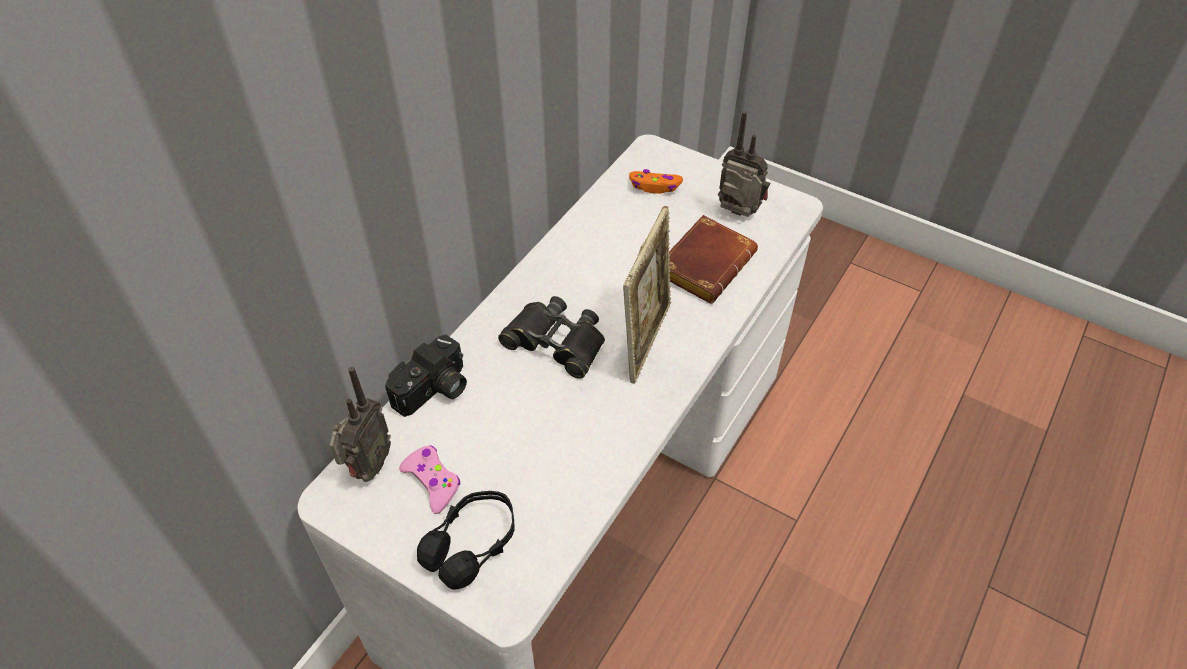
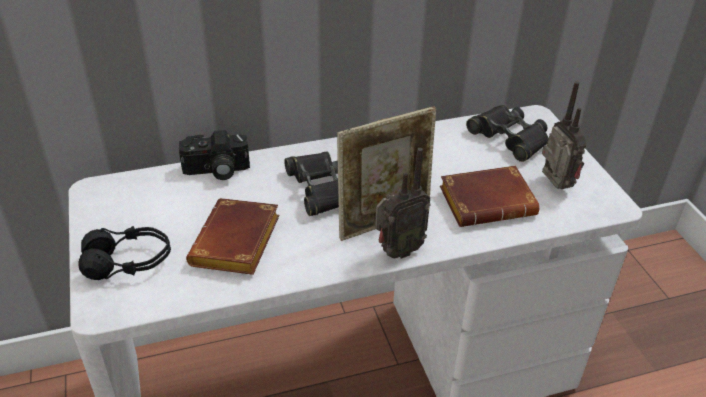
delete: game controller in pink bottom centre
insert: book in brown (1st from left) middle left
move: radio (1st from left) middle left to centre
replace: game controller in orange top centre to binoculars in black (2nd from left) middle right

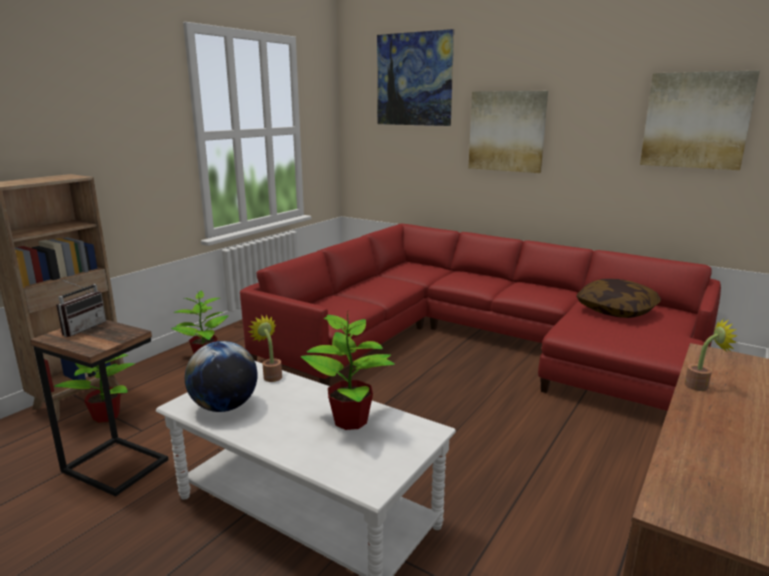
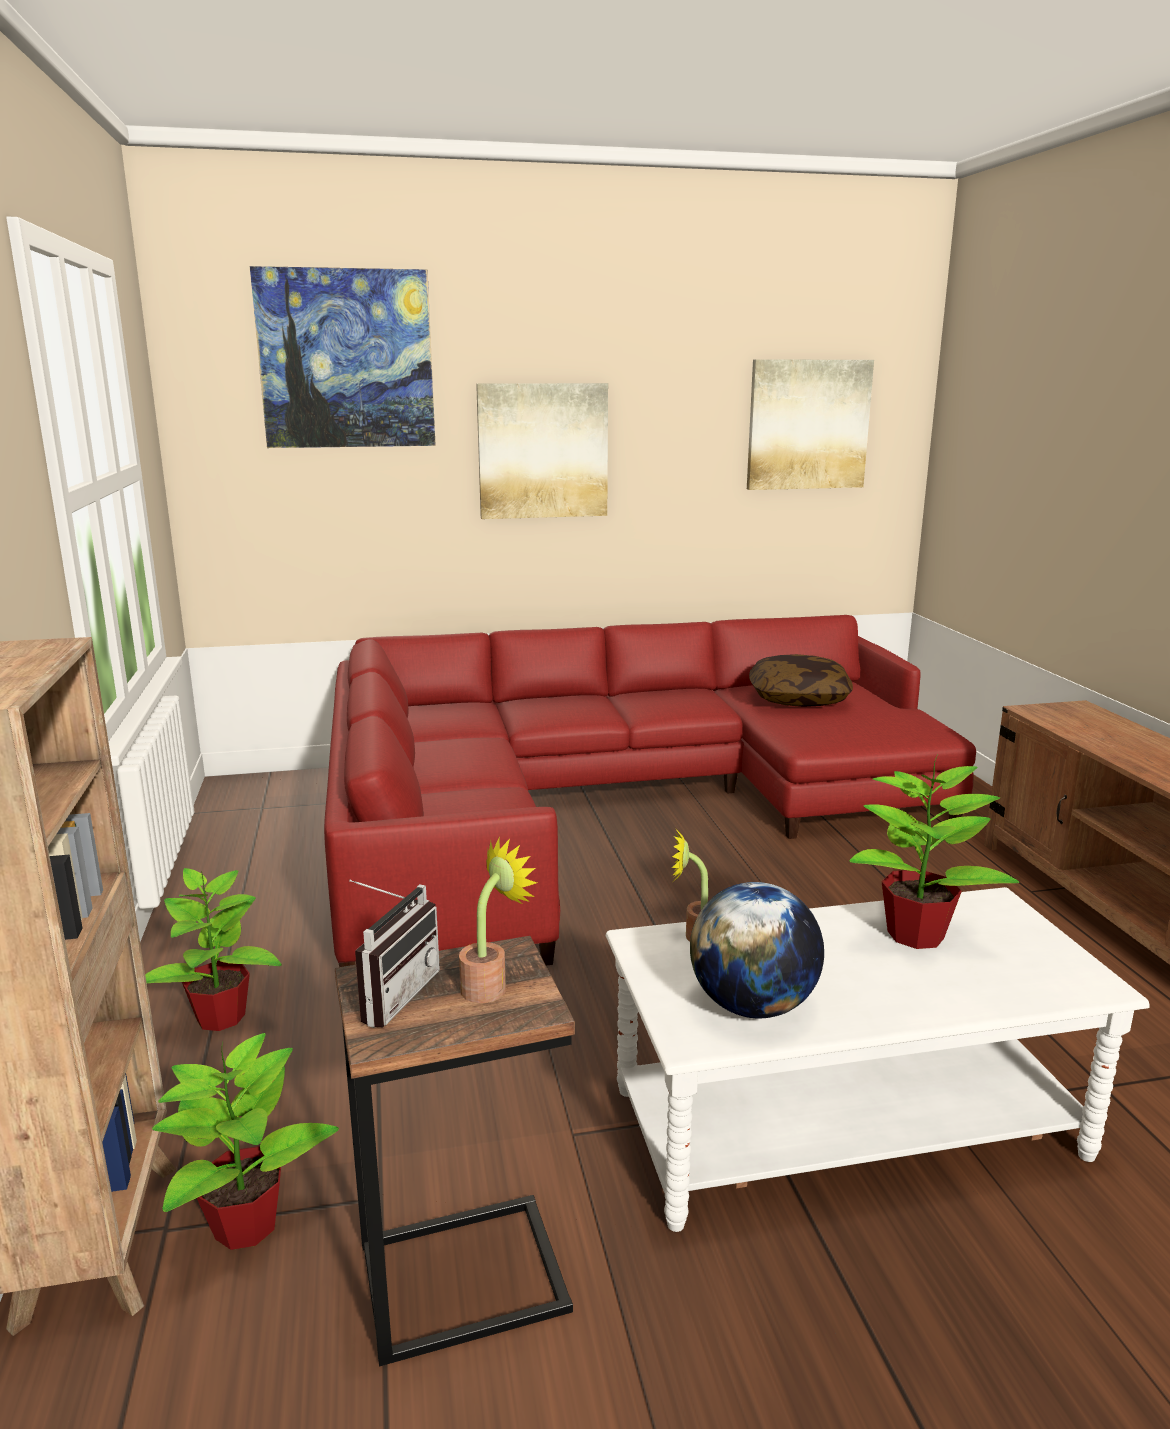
move: potted plant (5th from left in the first image) middle right to potted plant (3rd from left) centre
rotate: radio middle left = bottom centre 45 degrees clockwise

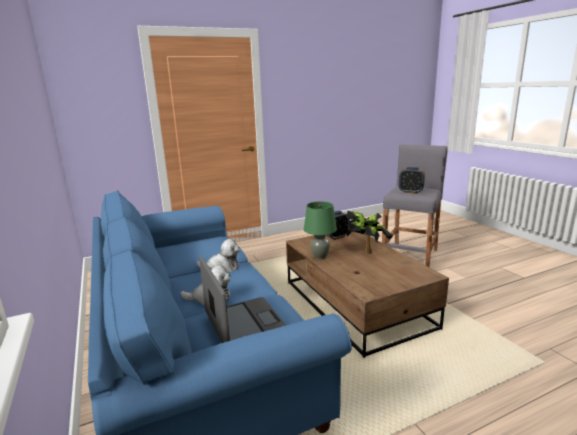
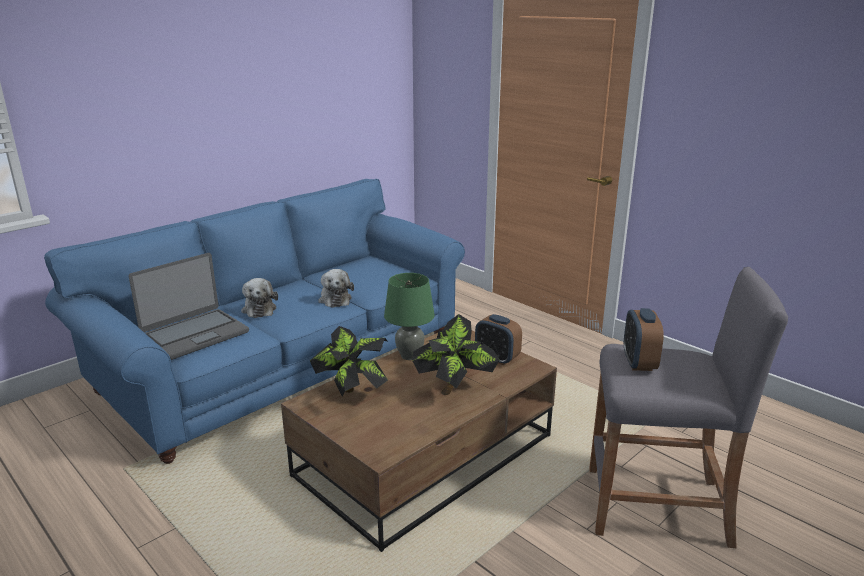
insert: potted plant (1st from left) centre

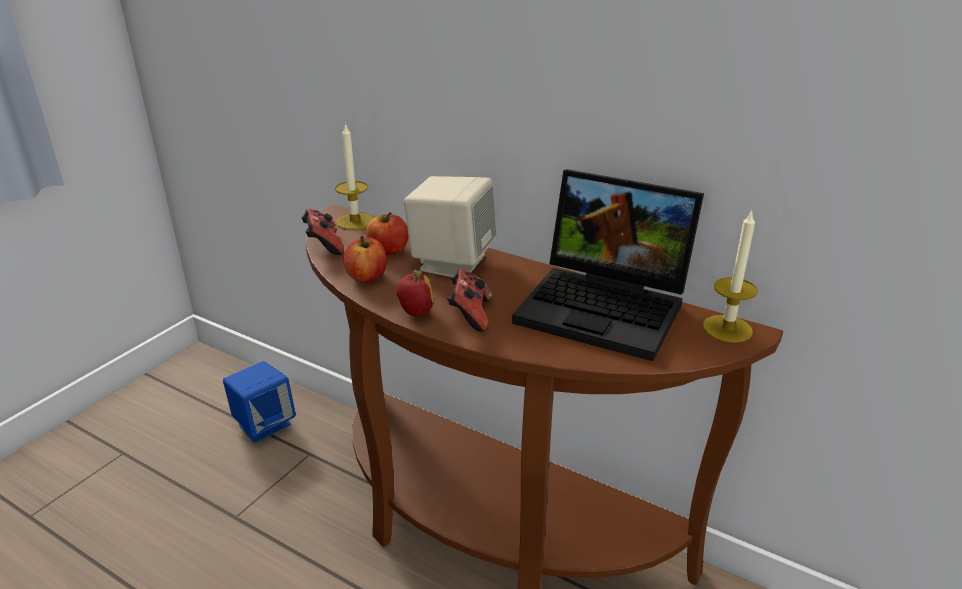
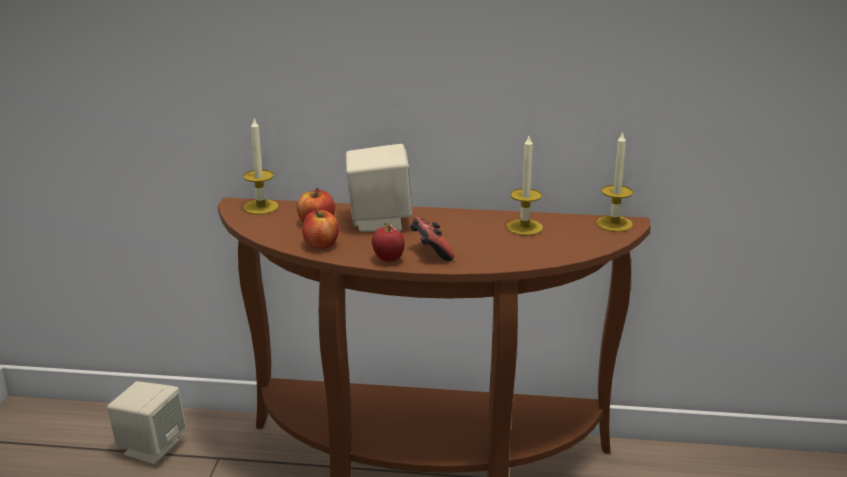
delete: game controller (1st from left) centre
replace: laptop centre to candle (2nd from left) centre
recolor: speaker in blue bottom left to speaker in beige (1st from left) bottom left

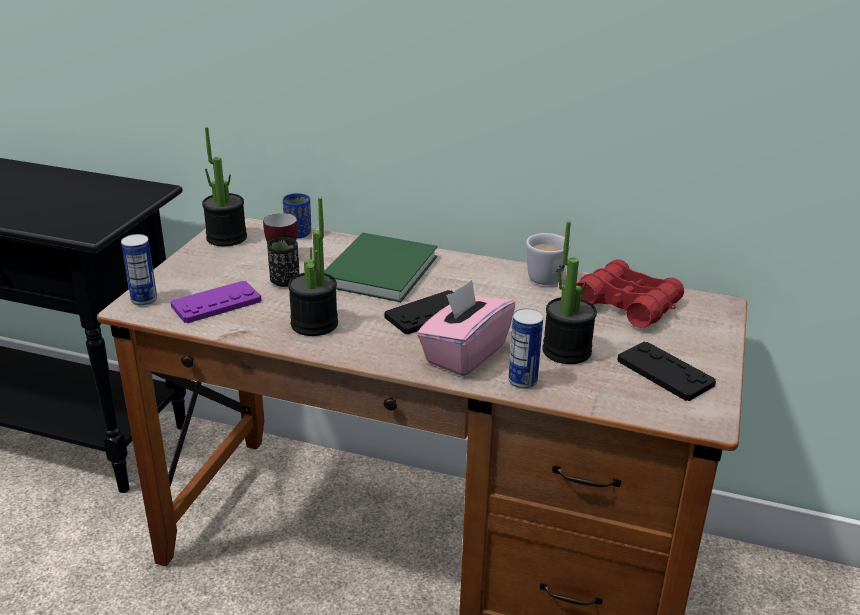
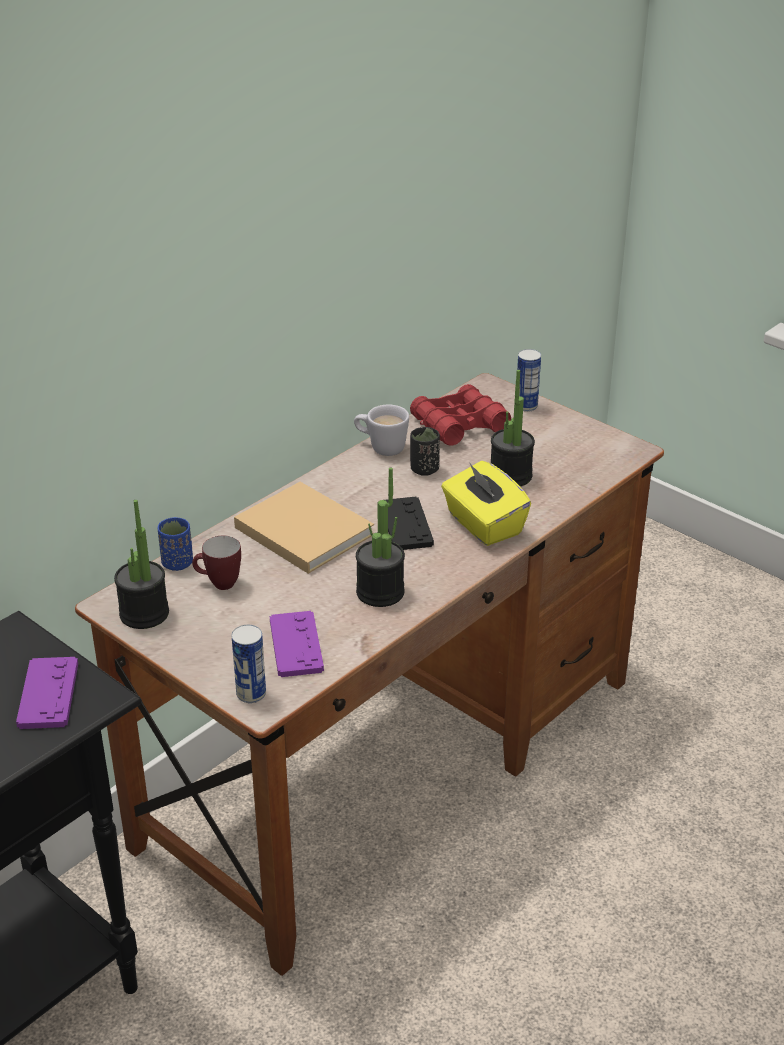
delete: game controller in black (2nd from left) middle right
insert: game controller in purple (1st from left) middle left
move: cup in black middle left to centre; can (2nd from left) centre to middle right
recolor: book in green centre to book in beige centre; tissue box in pink centre to tissue box in yellow centre

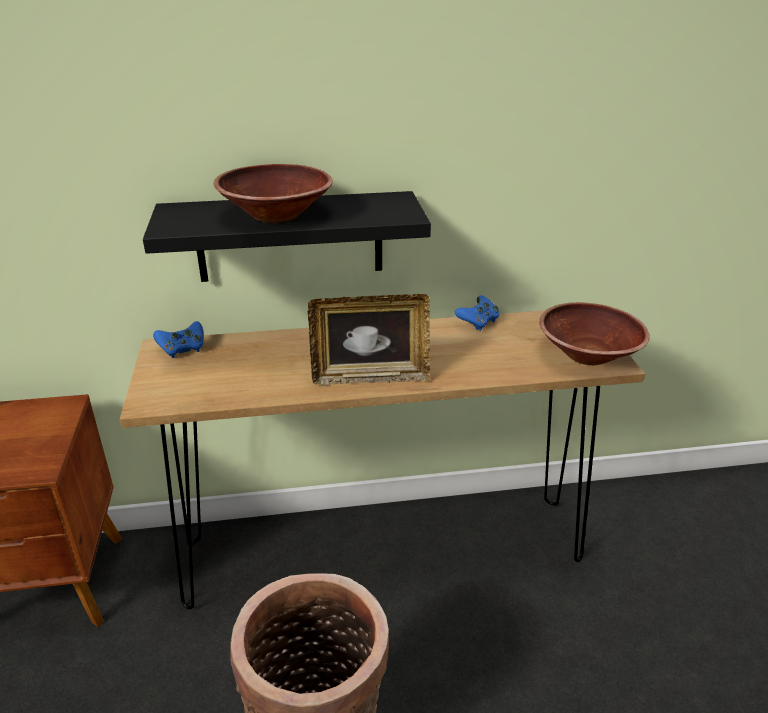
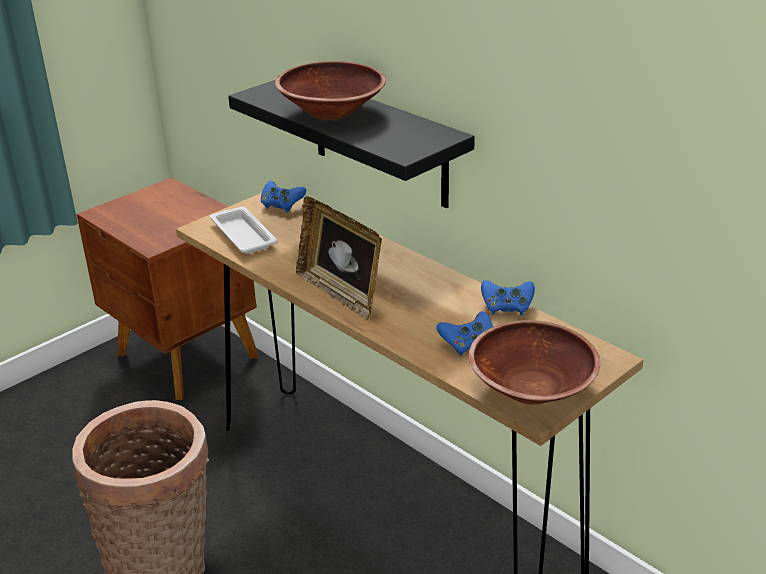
insert: tray in white middle left; game controller in blue (2nd from left) centre

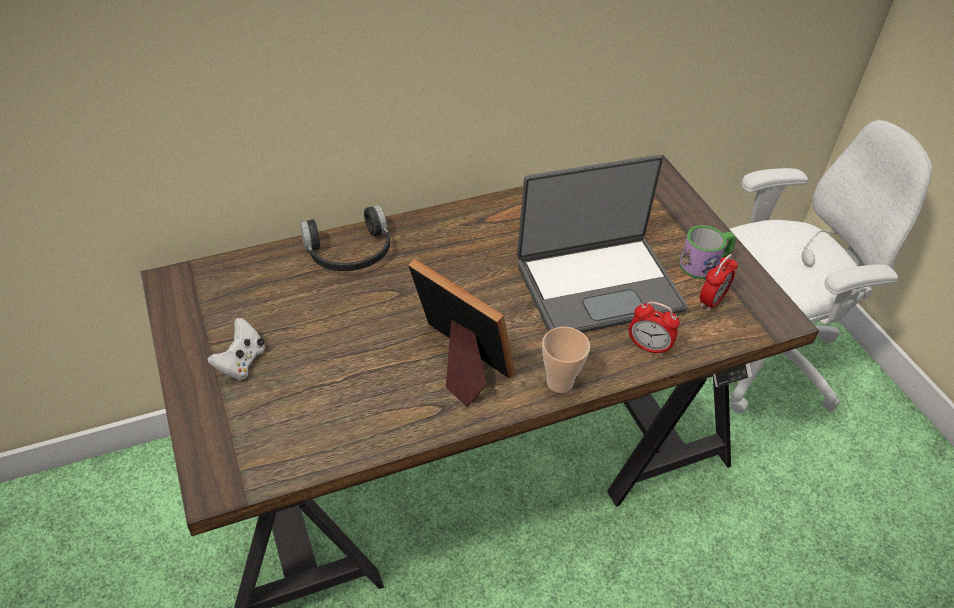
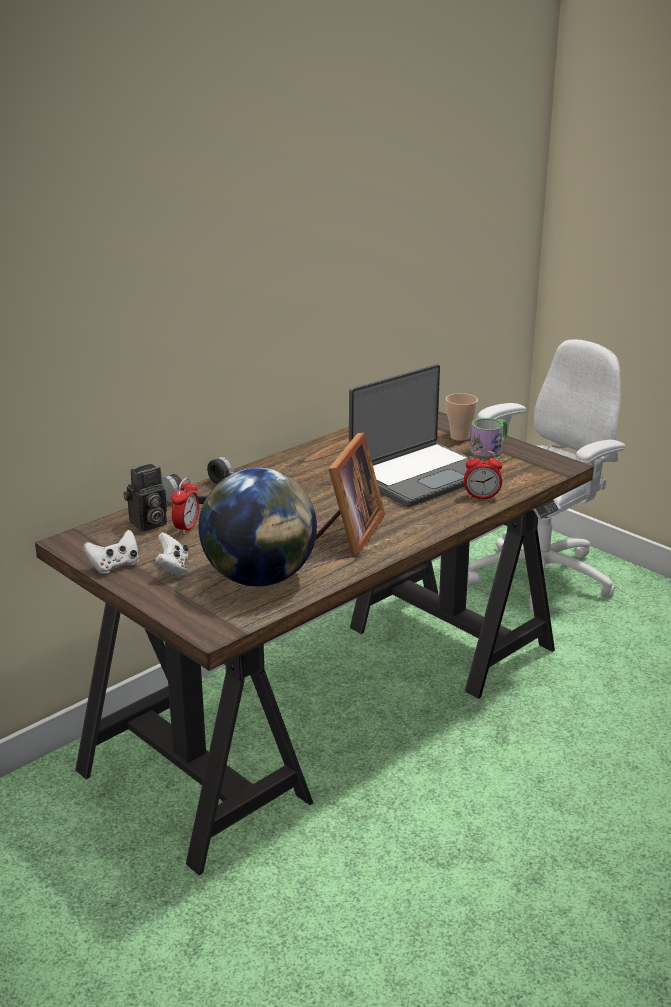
insert: game controller in white (1st from left) middle left; photo camera middle left; globe centre
move: alarm clock (2nd from left in the first image) middle right to alarm clock (1st from left) middle left; cup centre to middle right
rotate: picture frame centre = centre 90 degrees clockwise

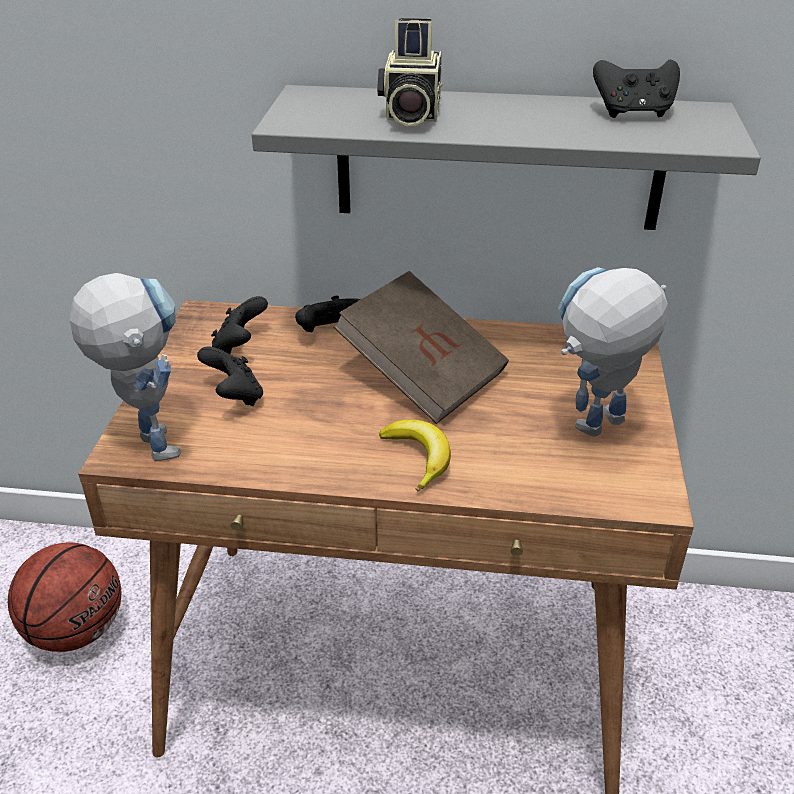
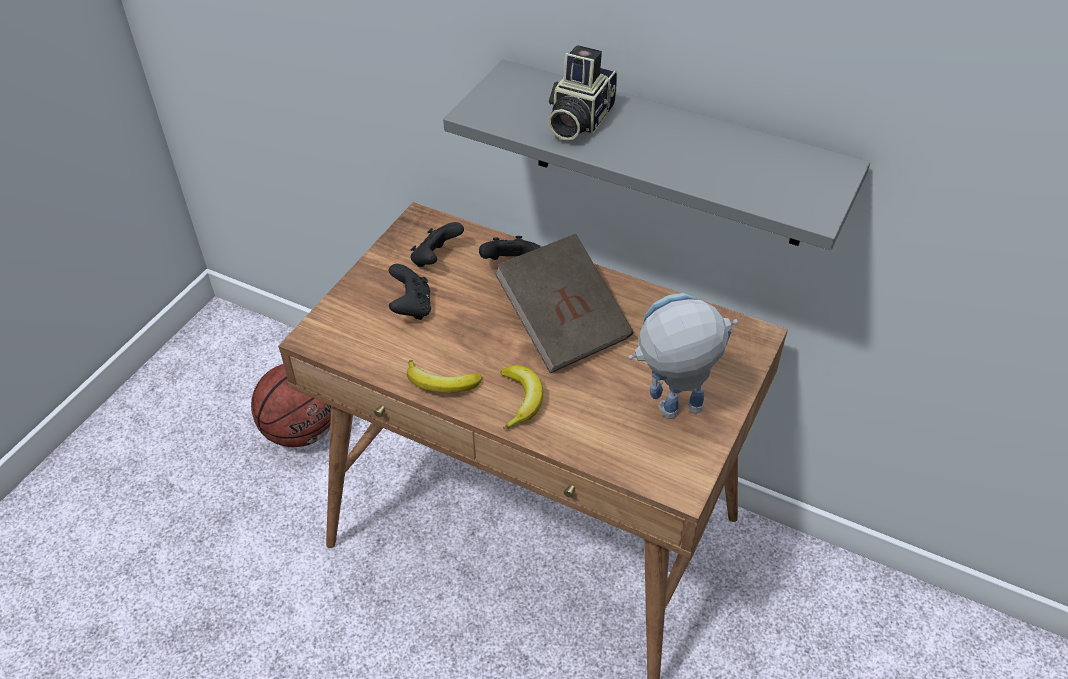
delete: toy robot (1st from left) middle left; game controller in black (4th from left) top right
insert: banana (1st from left) centre

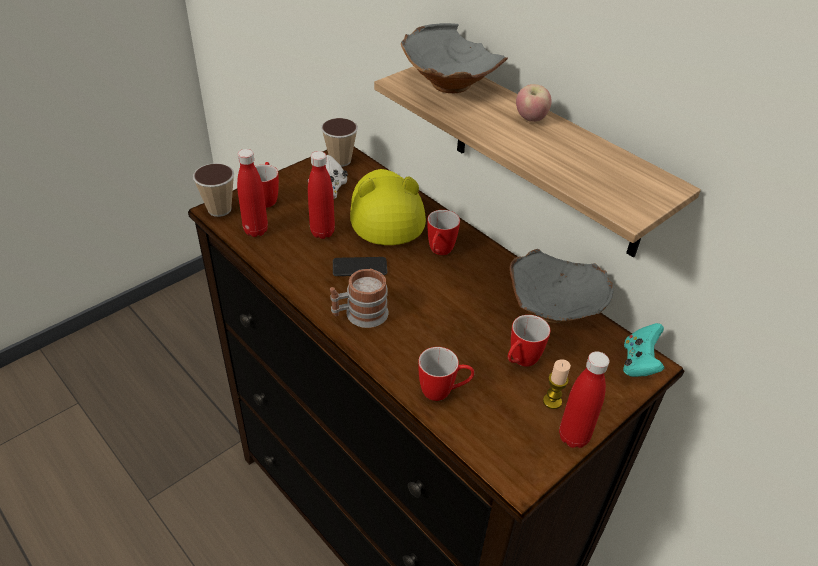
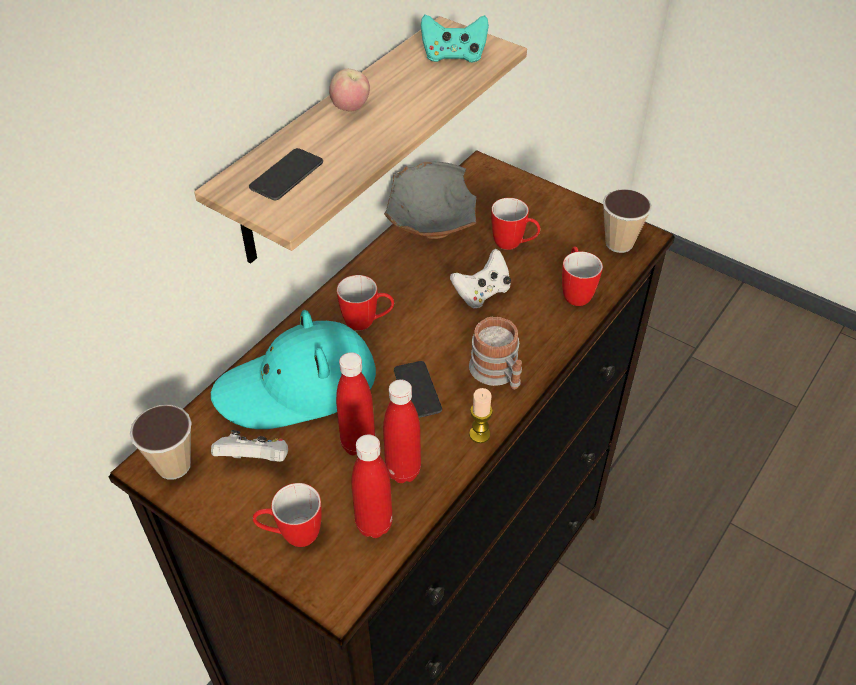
insert: game controller in white (2nd from left) centre
move: bottle in red (3rd from left) bottom right to centre; game controller in turquoise middle right to top centre; candle bottom right to centre; cup (1st from left in the first image) middle left to cup (2nd from left) top right
replace: bowl in grey (1st from left) top centre to phone (1st from left) top centre
recolor: hat in yellow centre to hat in turquoise centre

